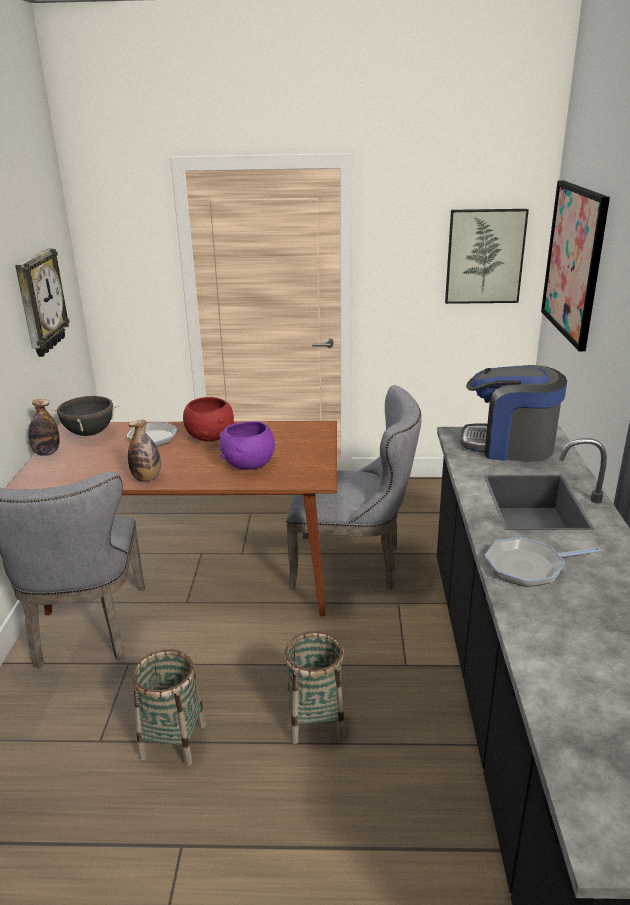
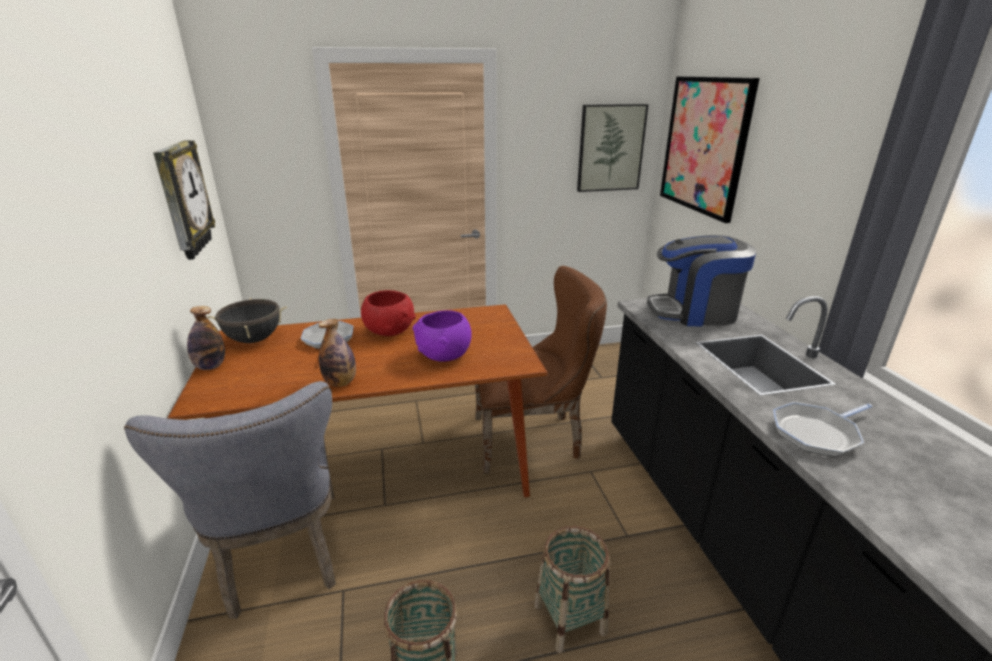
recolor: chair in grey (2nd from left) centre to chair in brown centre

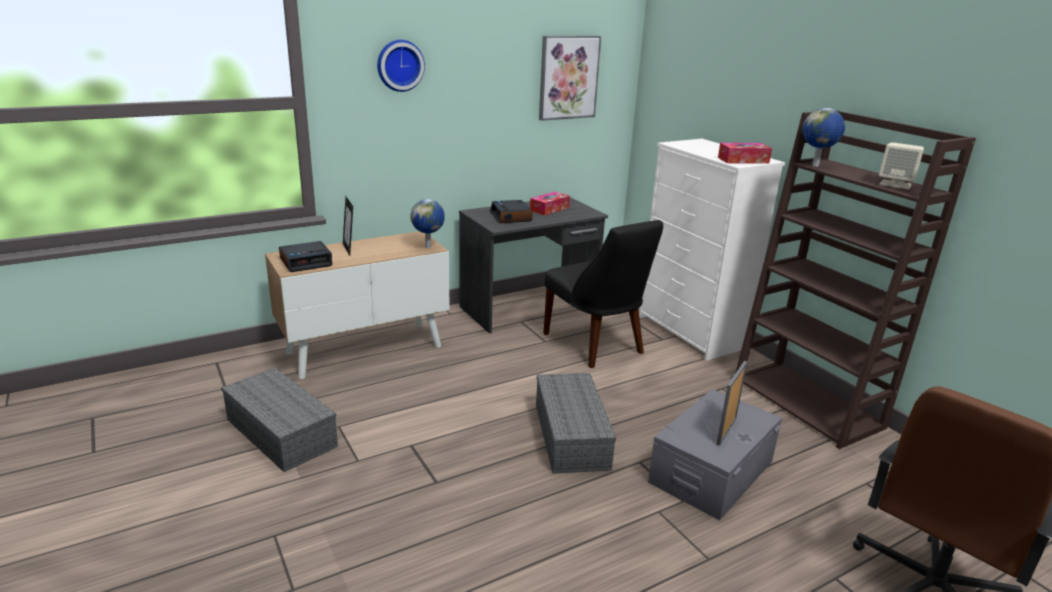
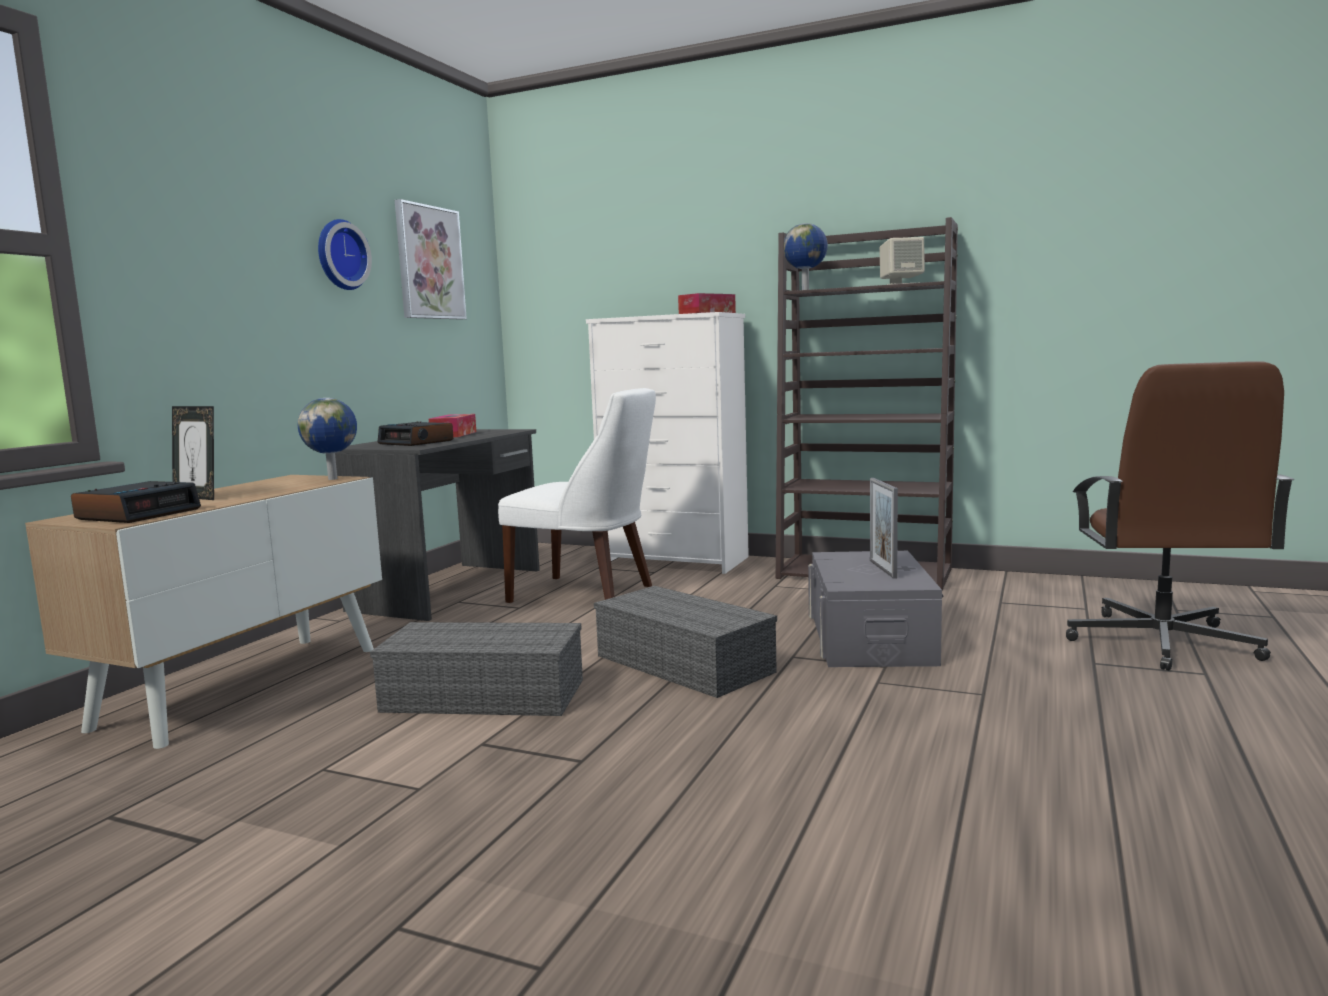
move: wall clock top centre to top left; storage box in grey (1st from left) bottom left to bottom centre
recolor: chair in black centre to chair in white centre

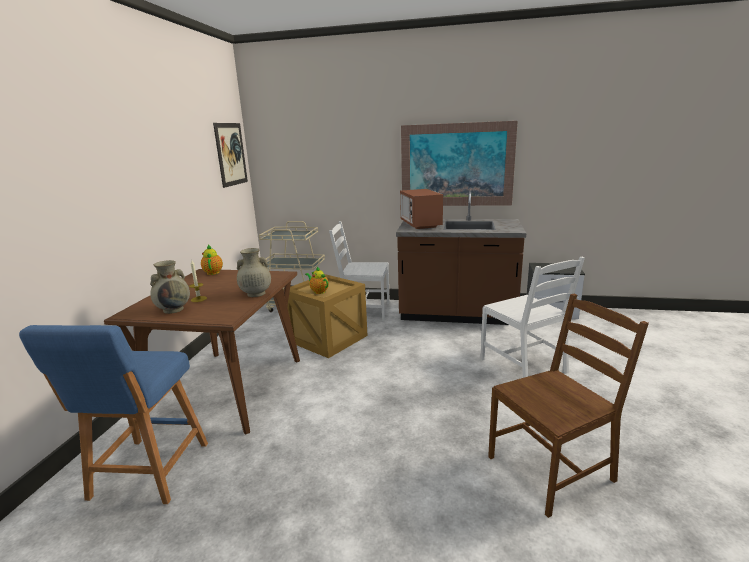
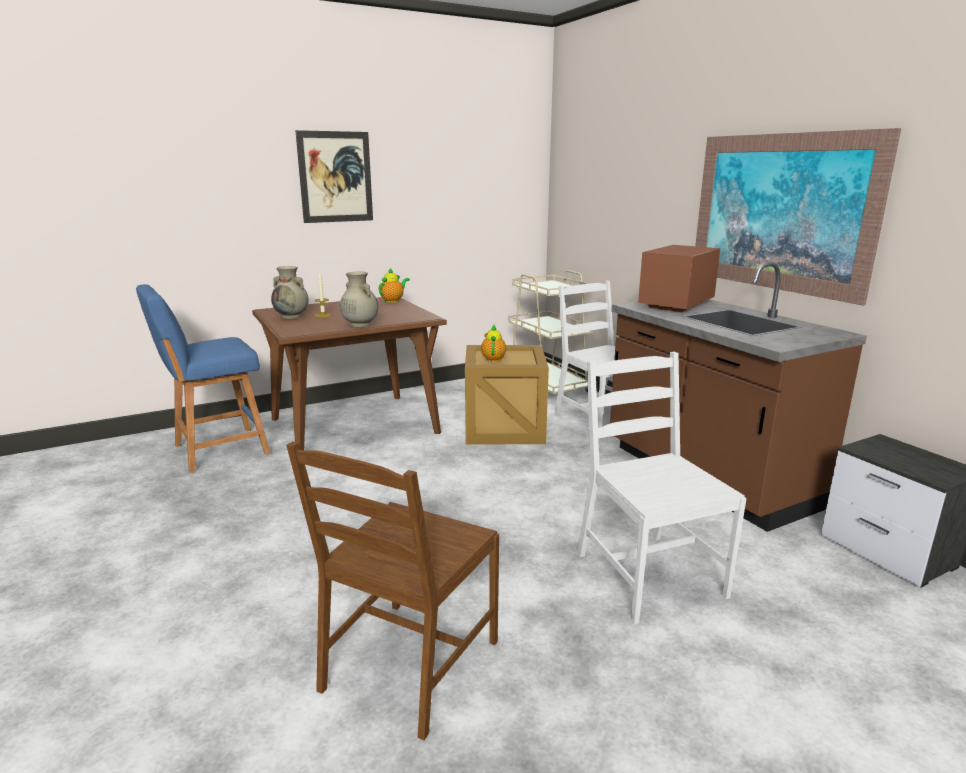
move: picture (1st from left) top left to top centre
rotate: chair in brown bottom right = bottom centre 90 degrees clockwise; chair in white (2nd from left) middle right = middle right 135 degrees clockwise

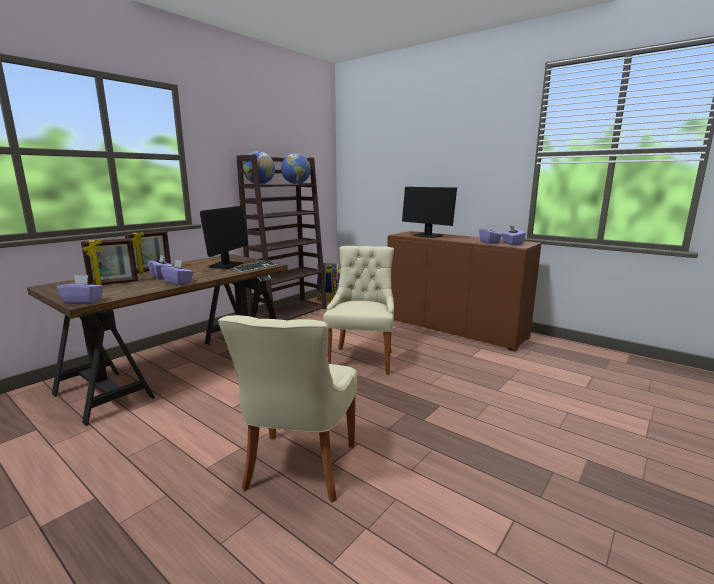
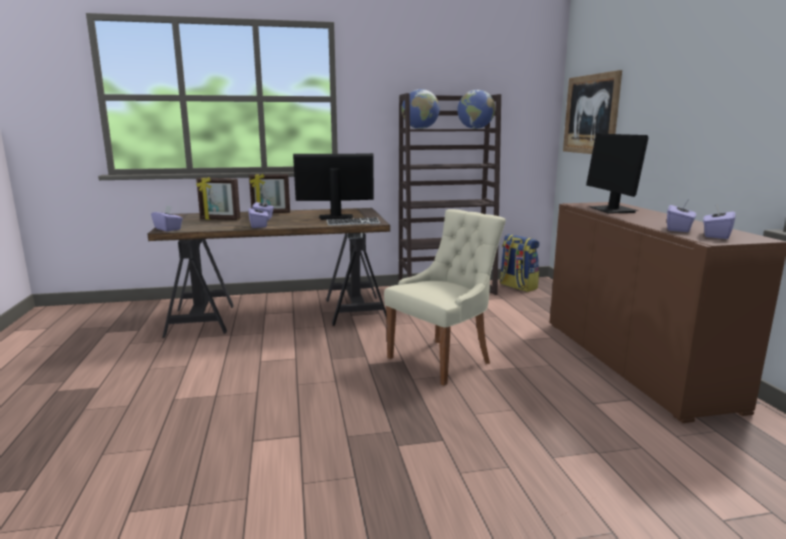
delete: chair in beige (1st from left) bottom centre
insert: picture top right
rotate: monitor (1st from left) middle left = centre 150 degrees counterclockwise

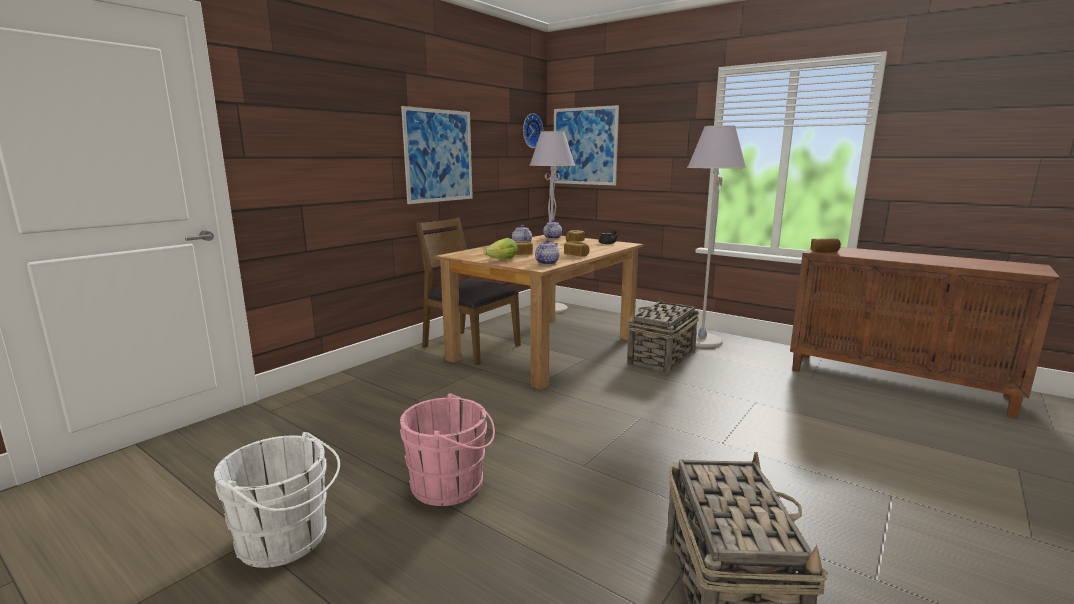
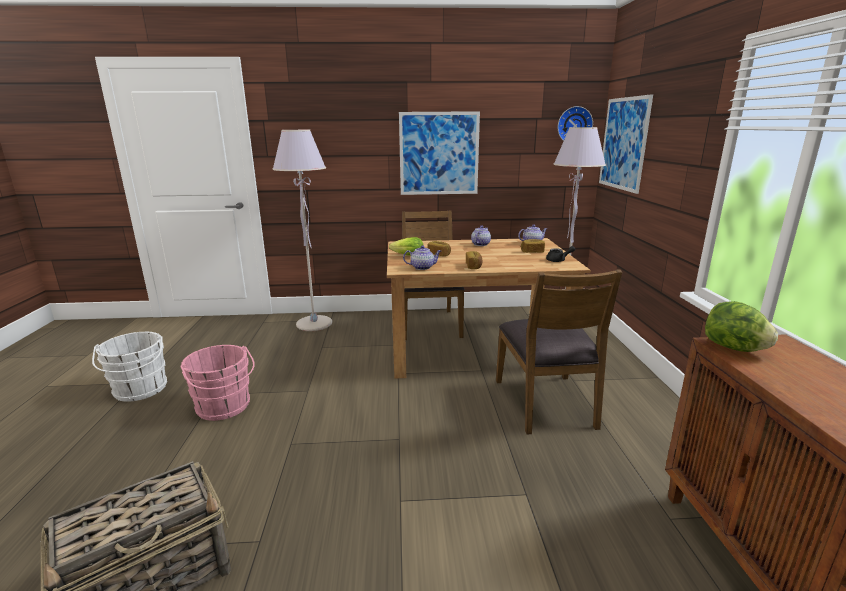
move: floor lamp in grey (2nd from left in the first image) middle right to floor lamp in grey (1st from left) centre
replace: basket (1st from left) centre to chair in brown (2nd from left) centre; bread (4th from left) middle right to lettuce (2nd from left) middle right

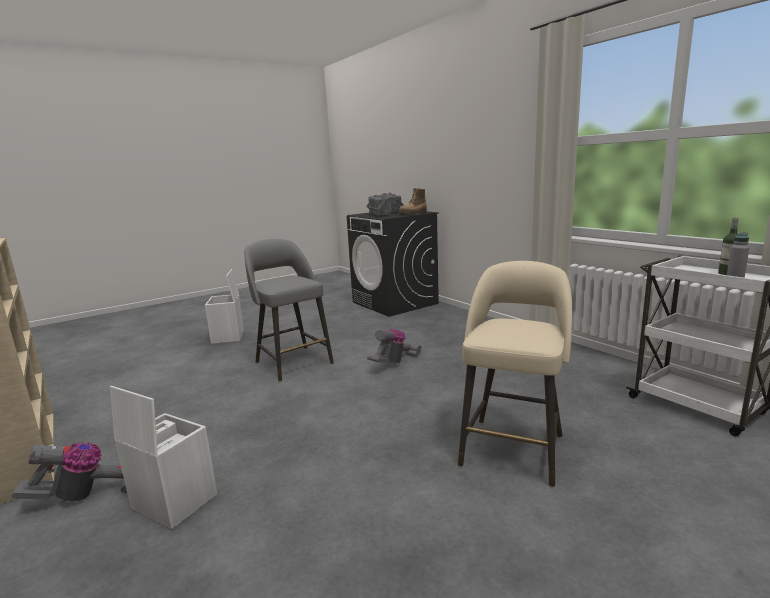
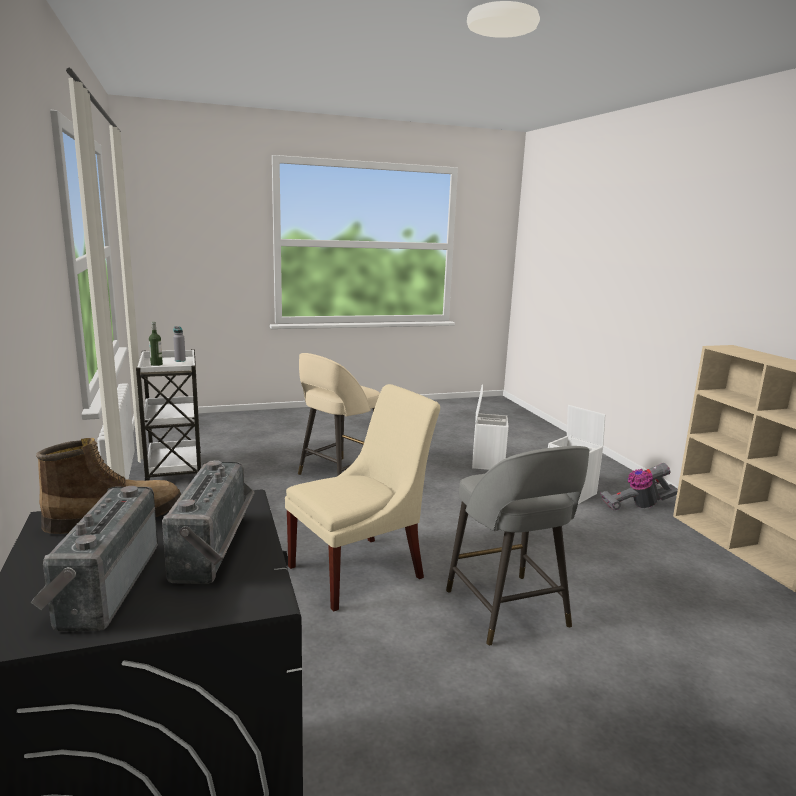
move: storage box in white (2nd from left in the first image) middle left to storage box in white (1st from left) centre
replace: vacuum cleaner (2nd from left) centre to chair in beige centre

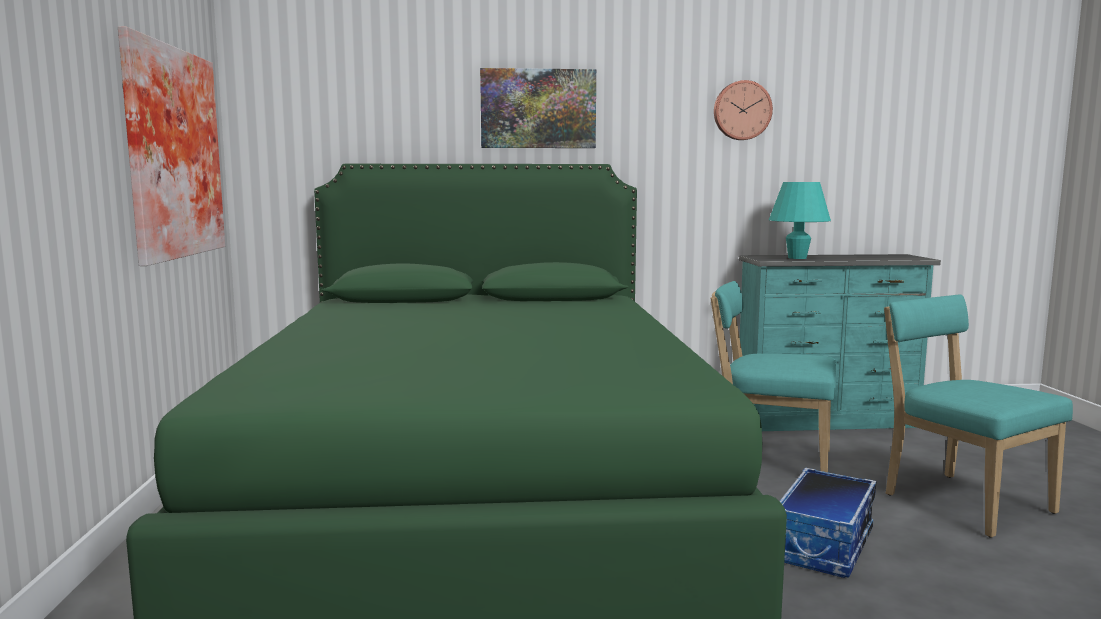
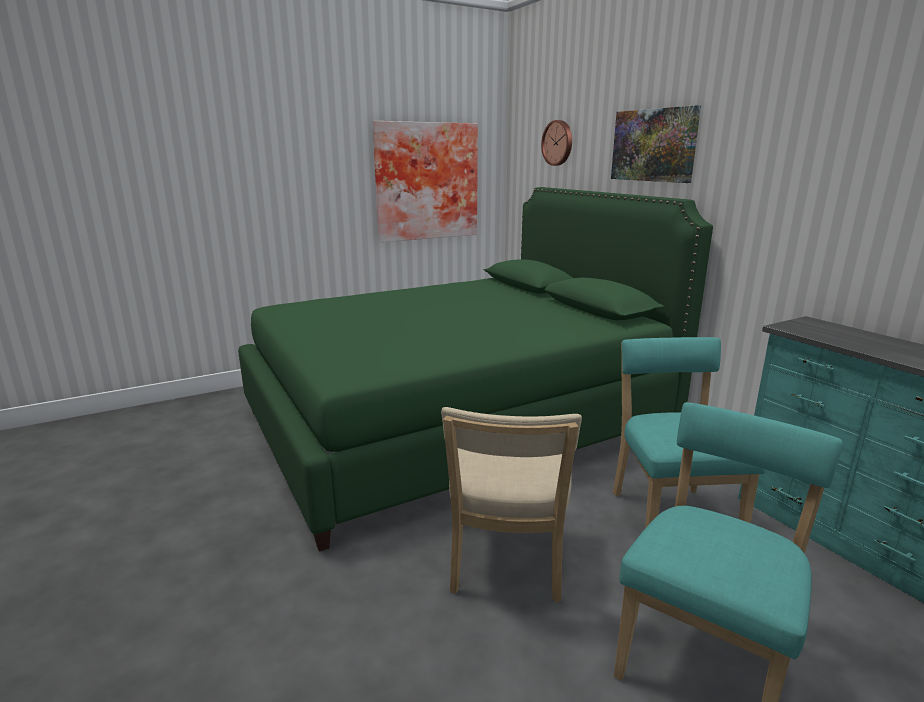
delete: table lamp in turquoise middle right
move: wall clock top right to top centre
replace: storage box bottom right to chair in beige bottom centre

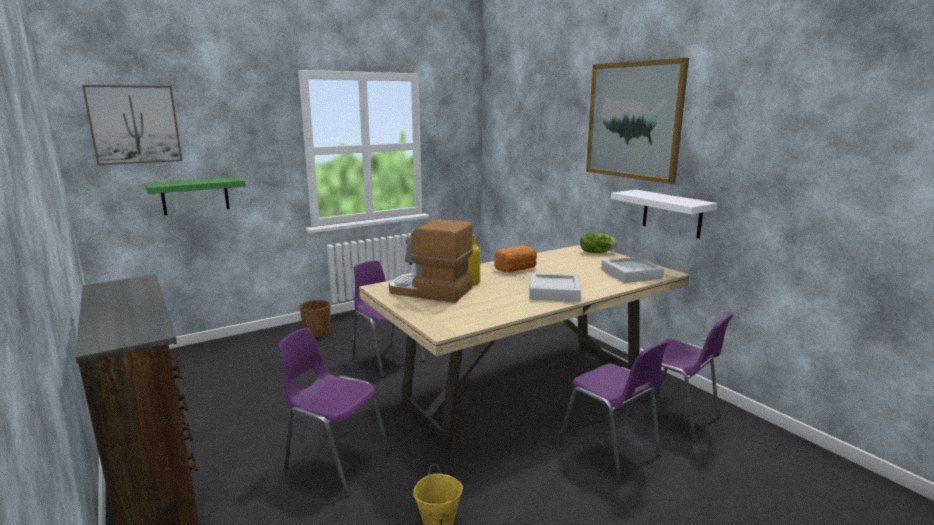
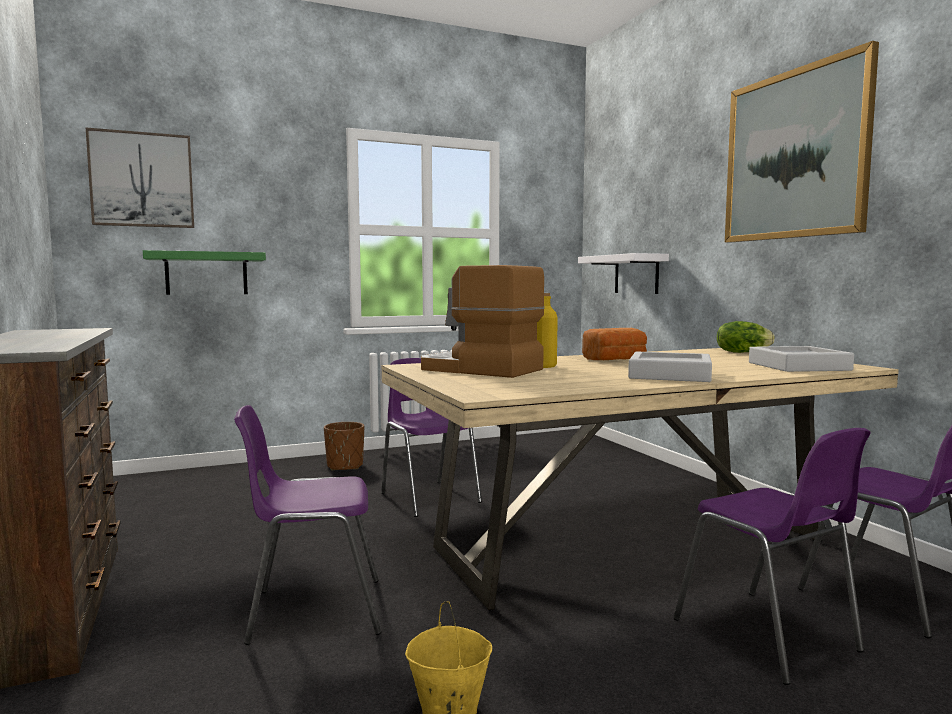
move: shelf in white middle right to centre
rotate: chair in purple (1st from left) bottom centre = bottom left 45 degrees counterclockwise

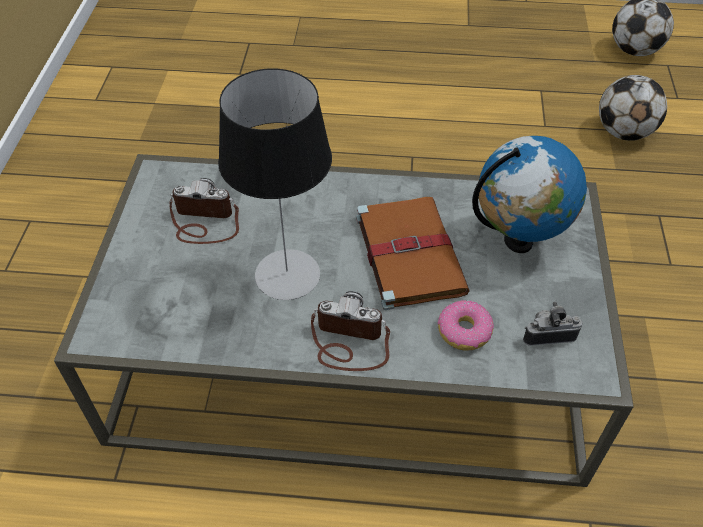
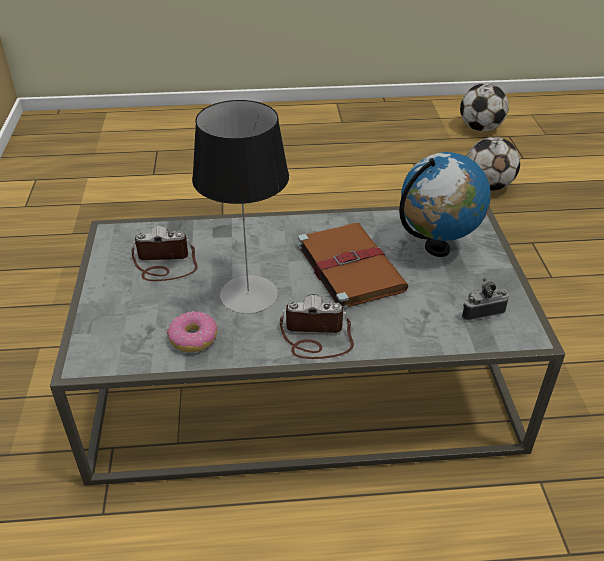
move: donut centre to middle left

